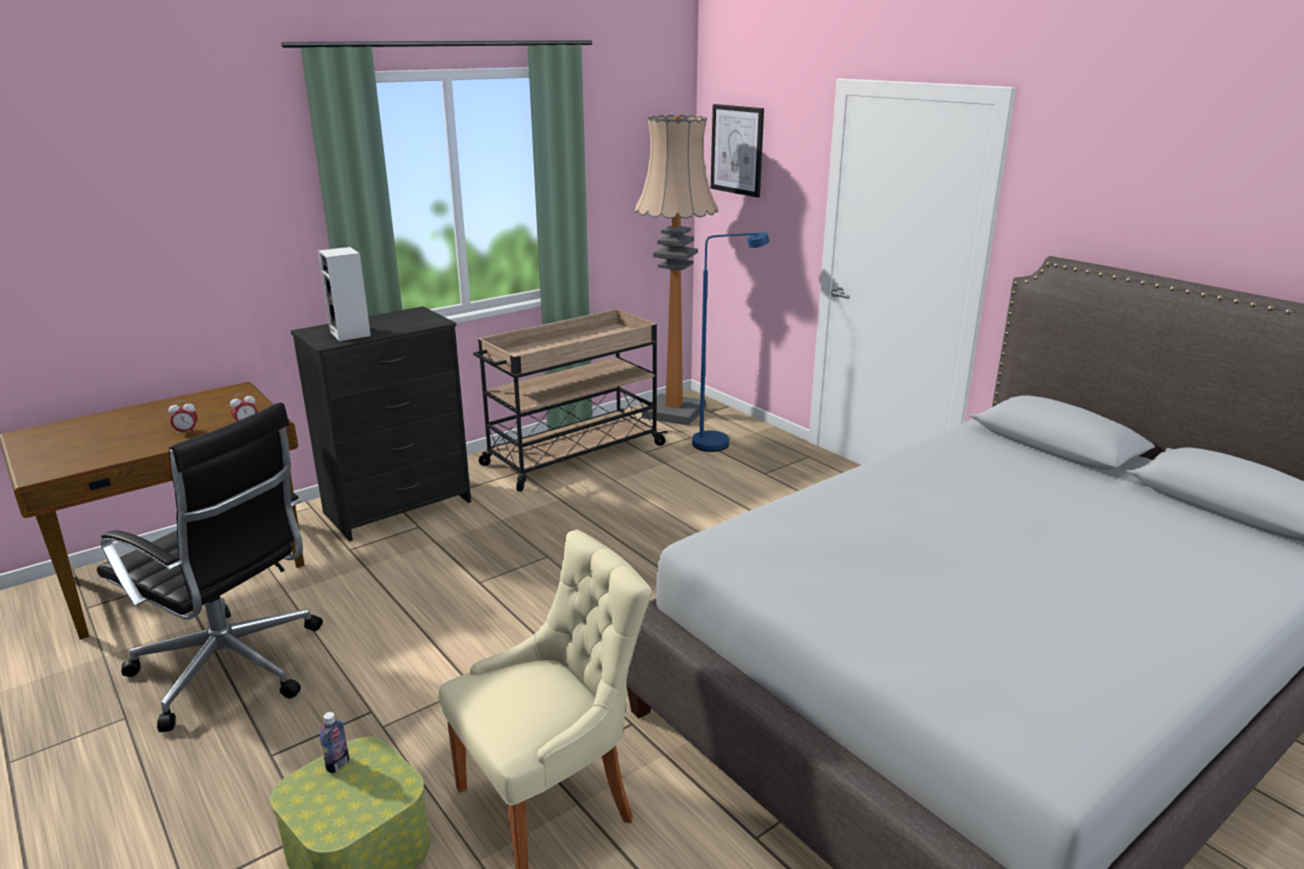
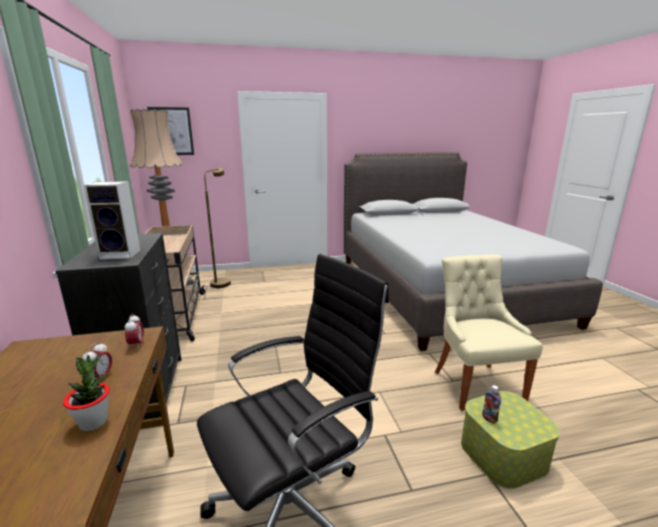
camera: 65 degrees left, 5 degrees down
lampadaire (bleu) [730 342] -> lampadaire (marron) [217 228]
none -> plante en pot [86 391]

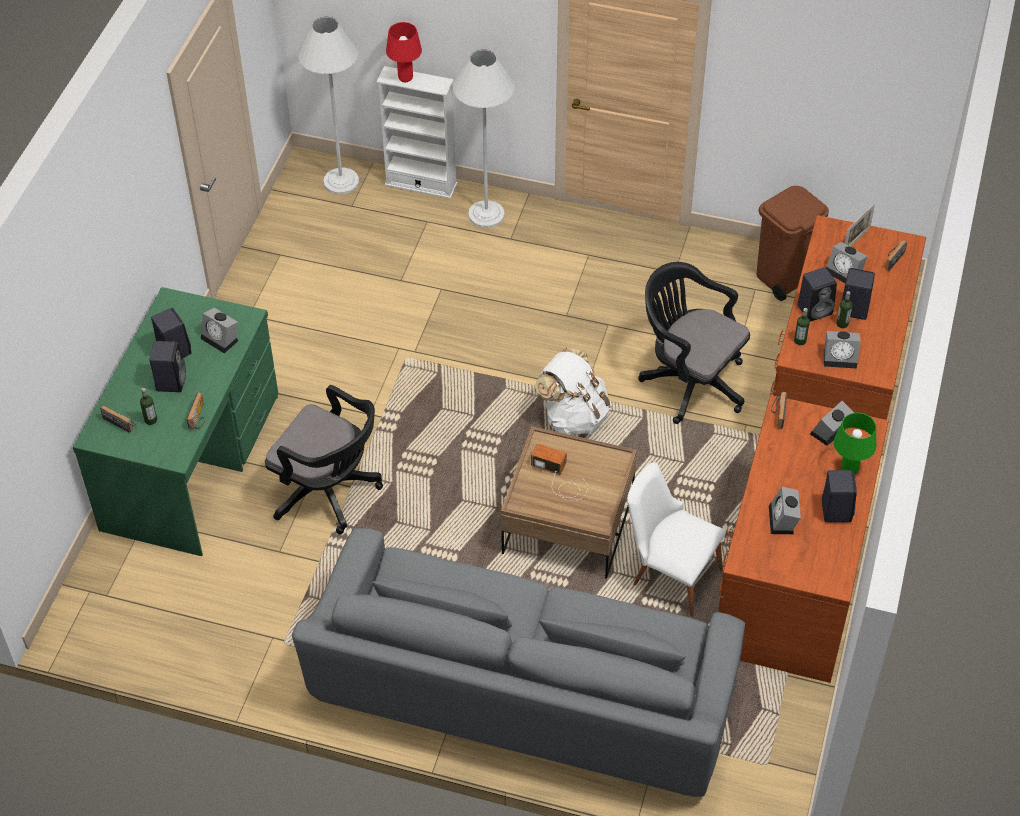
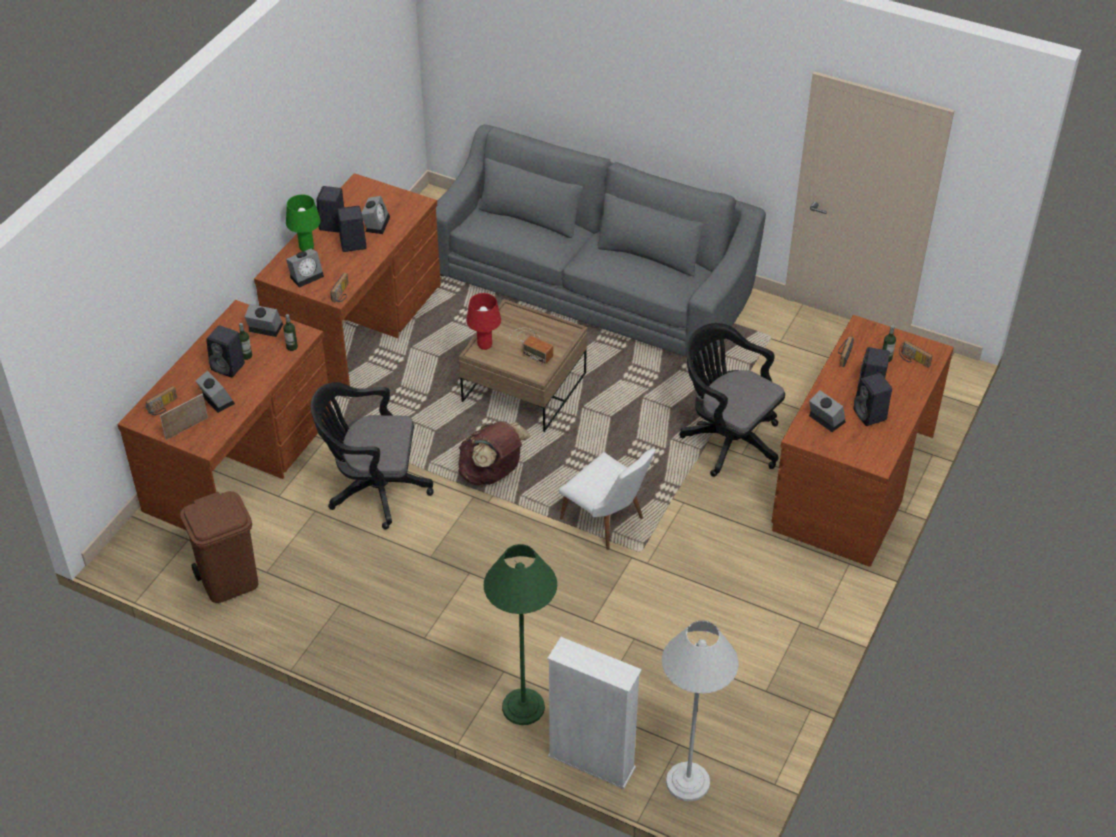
camera: 170 degrees left, 5 degrees down
lampe de table (rouge) [404 52] -> lampe de table (rouge) [483 321], move
lampadaire (blanc) [484 138] -> lampadaire (vert) [520 634]
chaise de bureau (noir) [694 343] -> chaise de bureau (noir) [372 455], 135 degrees clockwise
enceinte (noir) [817 294] -> enceinte (noir) [352 229], move
bureau (vert) [175 421] -> bureau (marron) [863 441]
sac à dos (blanc) [573 391] -> sac à dos (marron) [494 453]
chaise (blanc) [676 539] -> chaise (blanc) [607 499], move

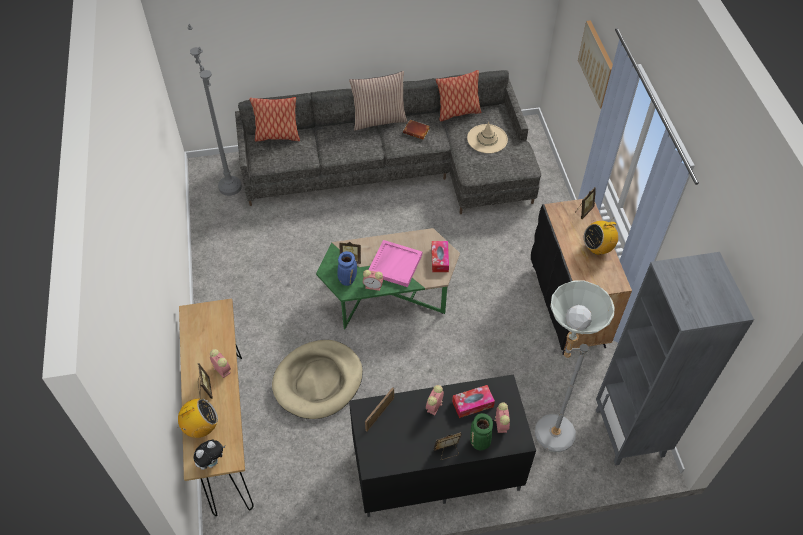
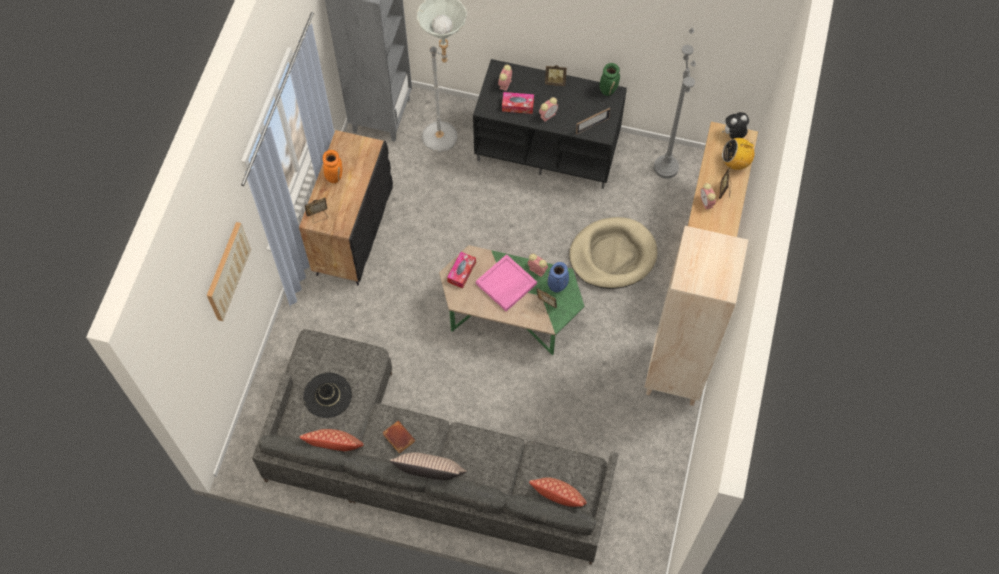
camera: 155 degrees left, 10 degrees up
lampadaire (gris) [215 110] -> lampadaire (gris) [675 103], move
chapeau (beige) [487 137] -> chapeau (noir) [327 395]
radio [601 236] -> vase (orange) [332 166]
vase (vert) [481 431] -> vase (vert) [609 79], move
none -> bibliothèque (beige) [696 316]

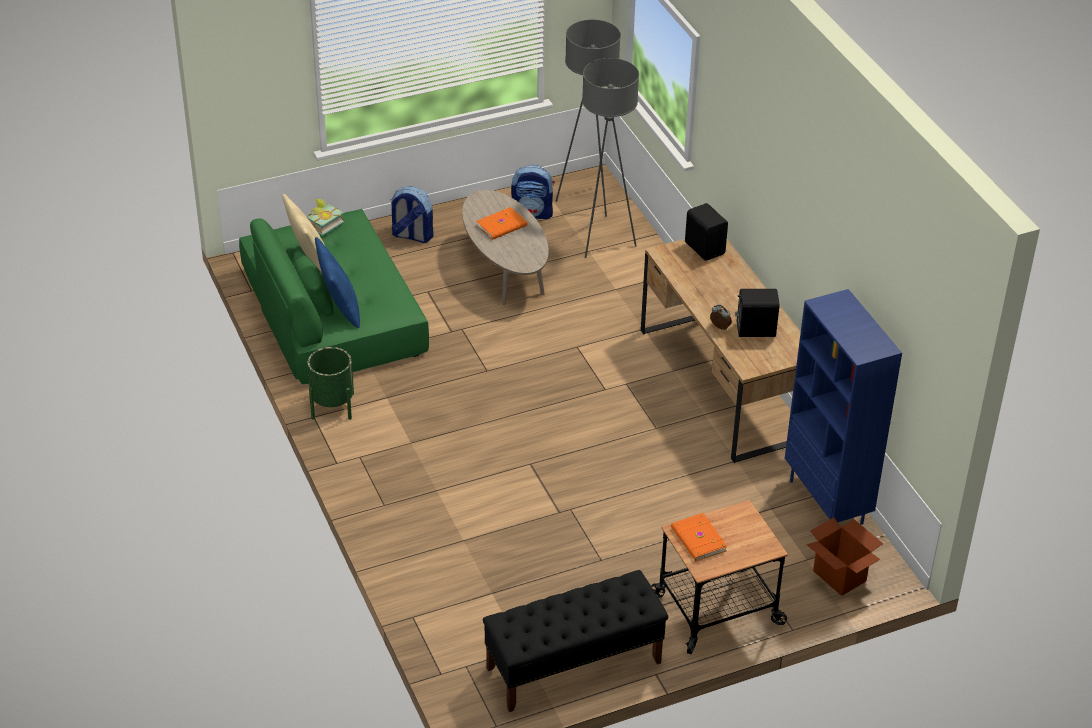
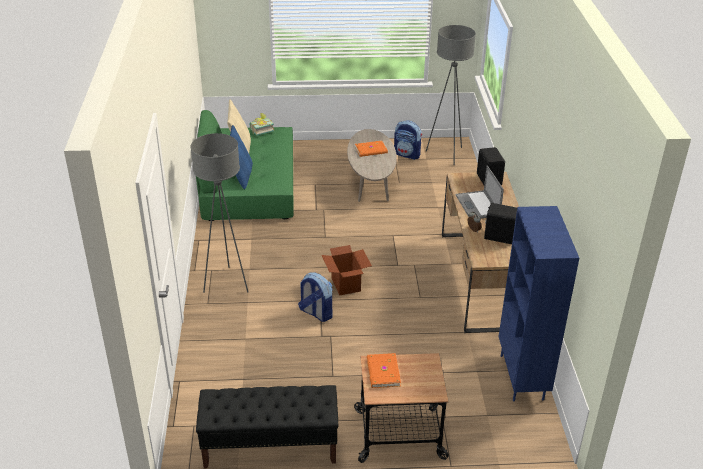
camera: 20 degrees right, 5 degrees down
lampadaire (gris) [610 158] -> lampadaire (gris) [219 213], move
sac à dos [412 214] -> sac à dos [315 297], move
cache-pot (vert) [331 383] -> none
carton [845 556] -> carton [347 270], move
none -> ordinateur portable [480 191]

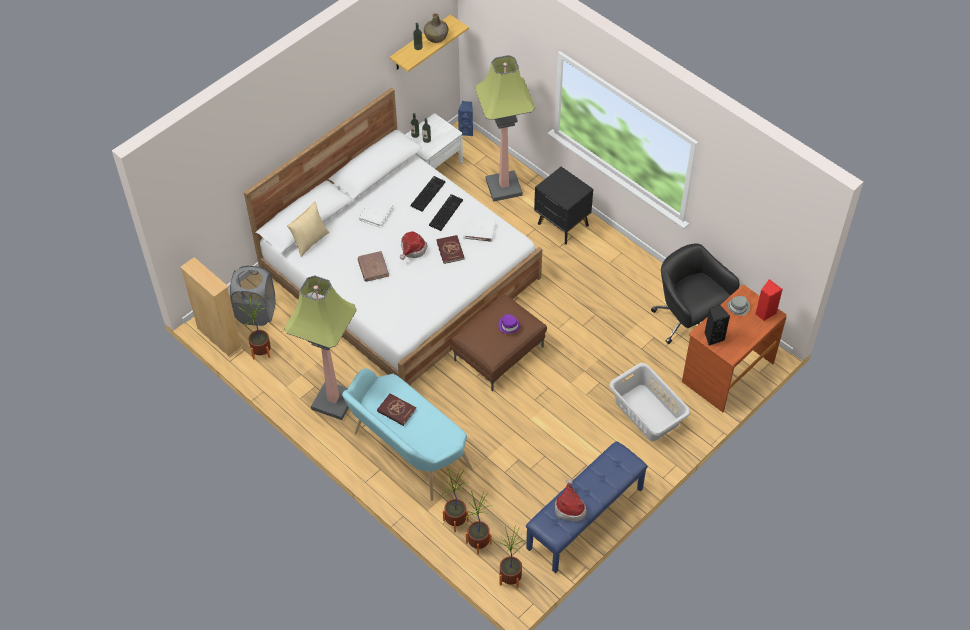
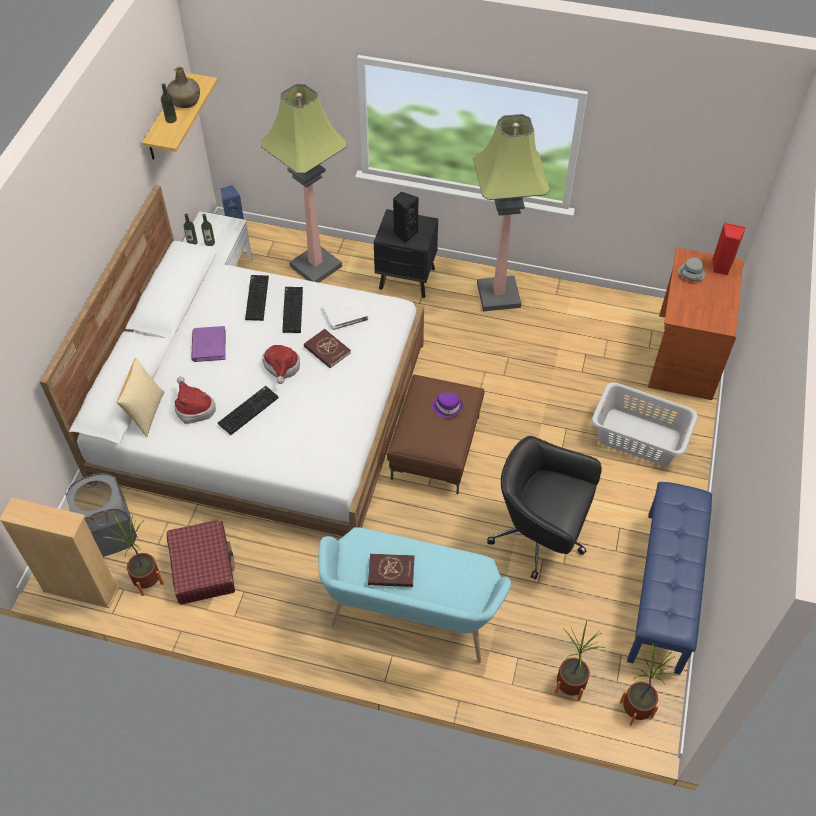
camera: 30 degrees left, 0 degrees up
livre (blanc) [376 213] -> livre (violet) [208 344]
chaise de bureau (noir) [695 294] -> chaise de bureau (noir) [544 508], move
livre (marron) [373 266] -> clavier [248 410]
lampadaire [320 347] -> lampadaire [511 212], move
enceinte (noir) [717 325] -> enceinte (noir) [406 217], move
plante en pot [455 500] -> none
chapeau [571 500] -> chapeau [195 400], move
none -> valise (rouge) [200 562]

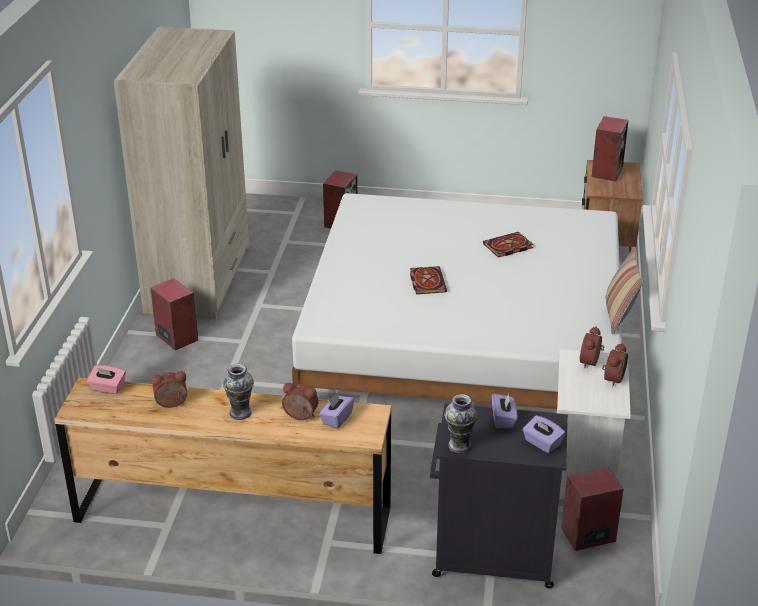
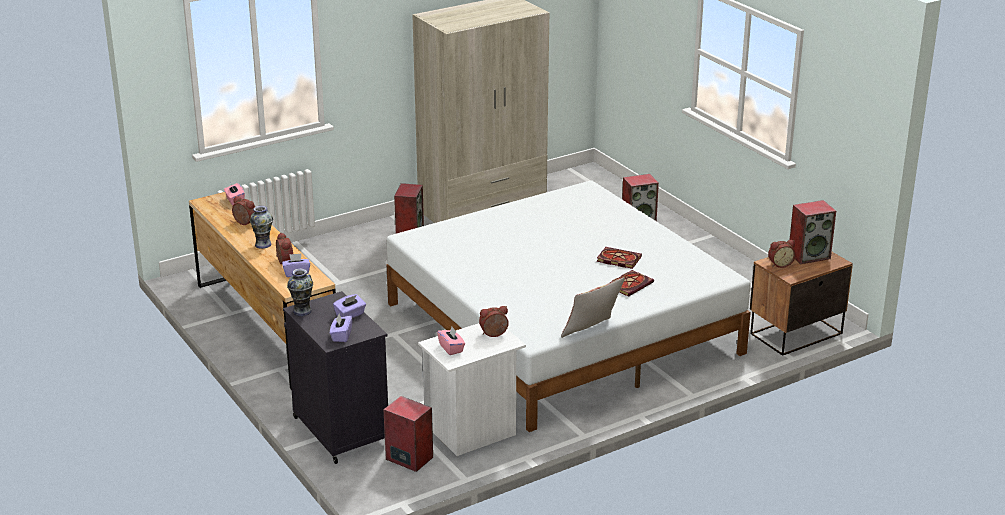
camera: 50 degrees right, 5 degrees down
livre [428 280] -> livre [632 283], move
réveil [615 364] -> réveil [782 254], move
none -> boîte à mouchoirs (rose) [451 341]

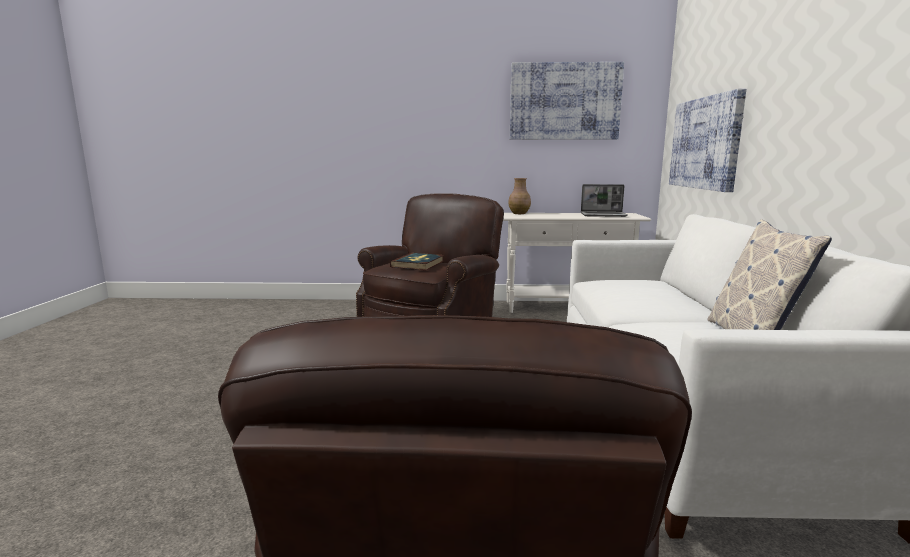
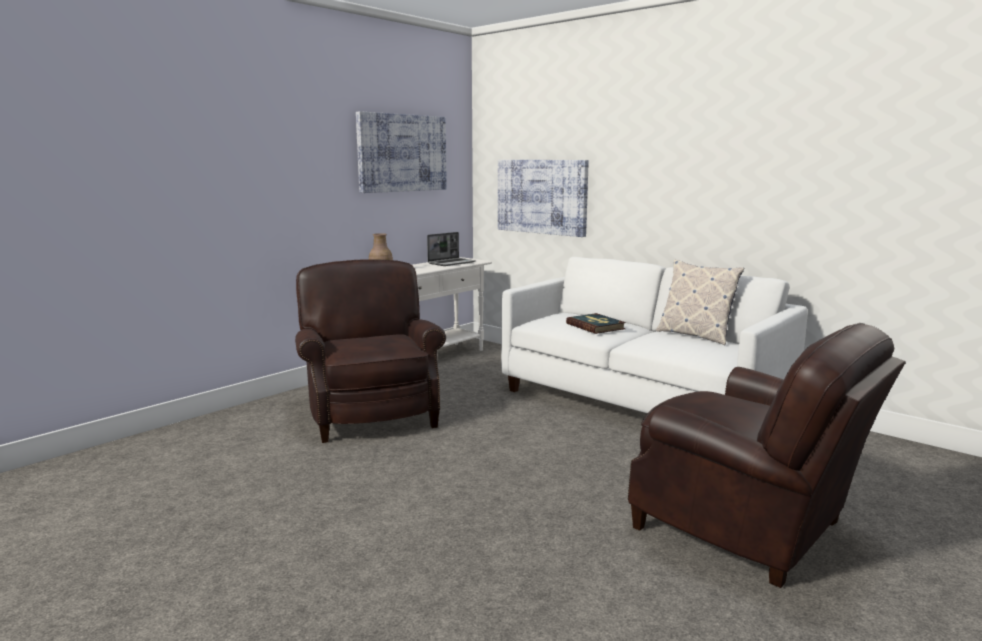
camera: 50 degrees left, 0 degrees up
livre [417 262] -> livre [596 323], move

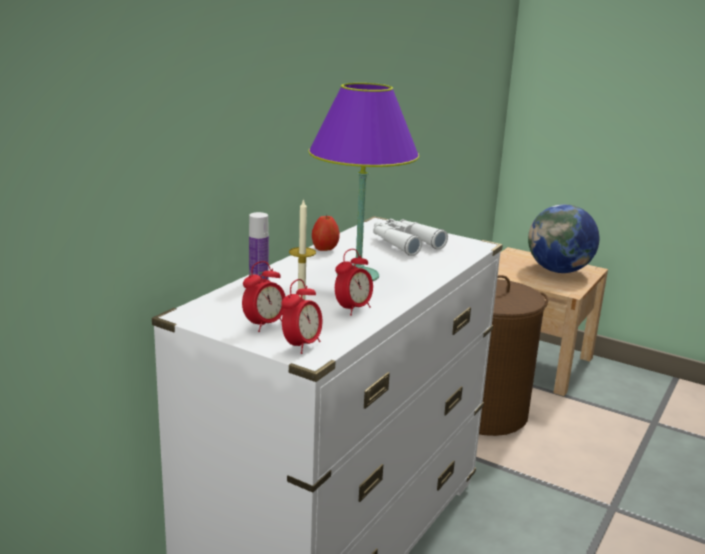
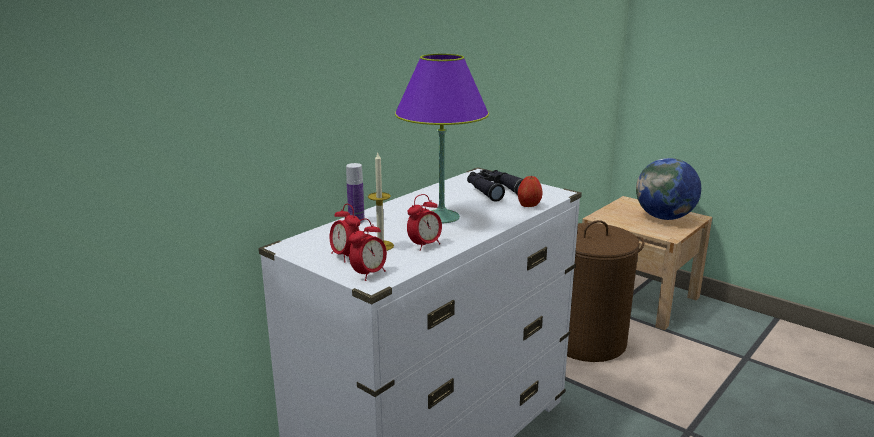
camera: 10 degrees right, 0 degrees up
pomme [326 233] -> pomme [530 191], move
jumelles (blanc) [410 237] -> jumelles (noir) [495 185]
réveil [264 296] -> réveil [345 233], 90 degrees clockwise

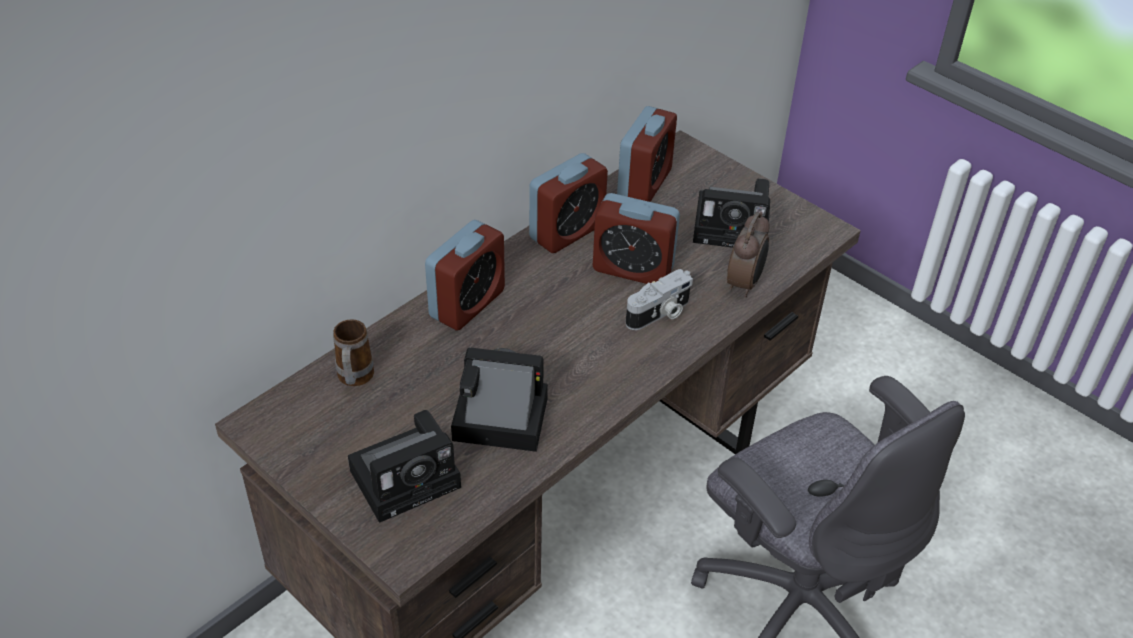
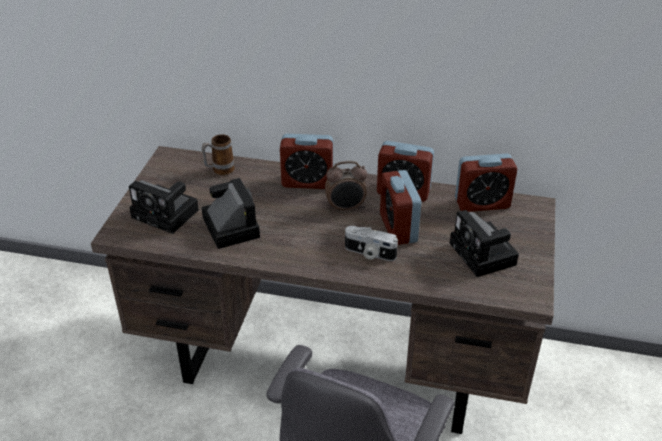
camera: 60 degrees right, 5 degrees down
réveil [748 254] -> réveil [346 186], move

